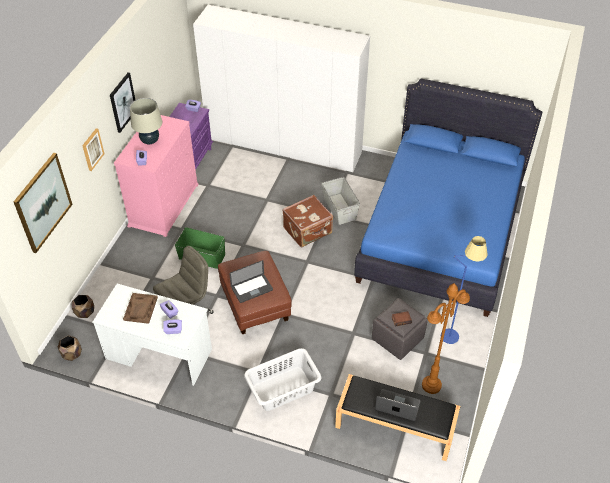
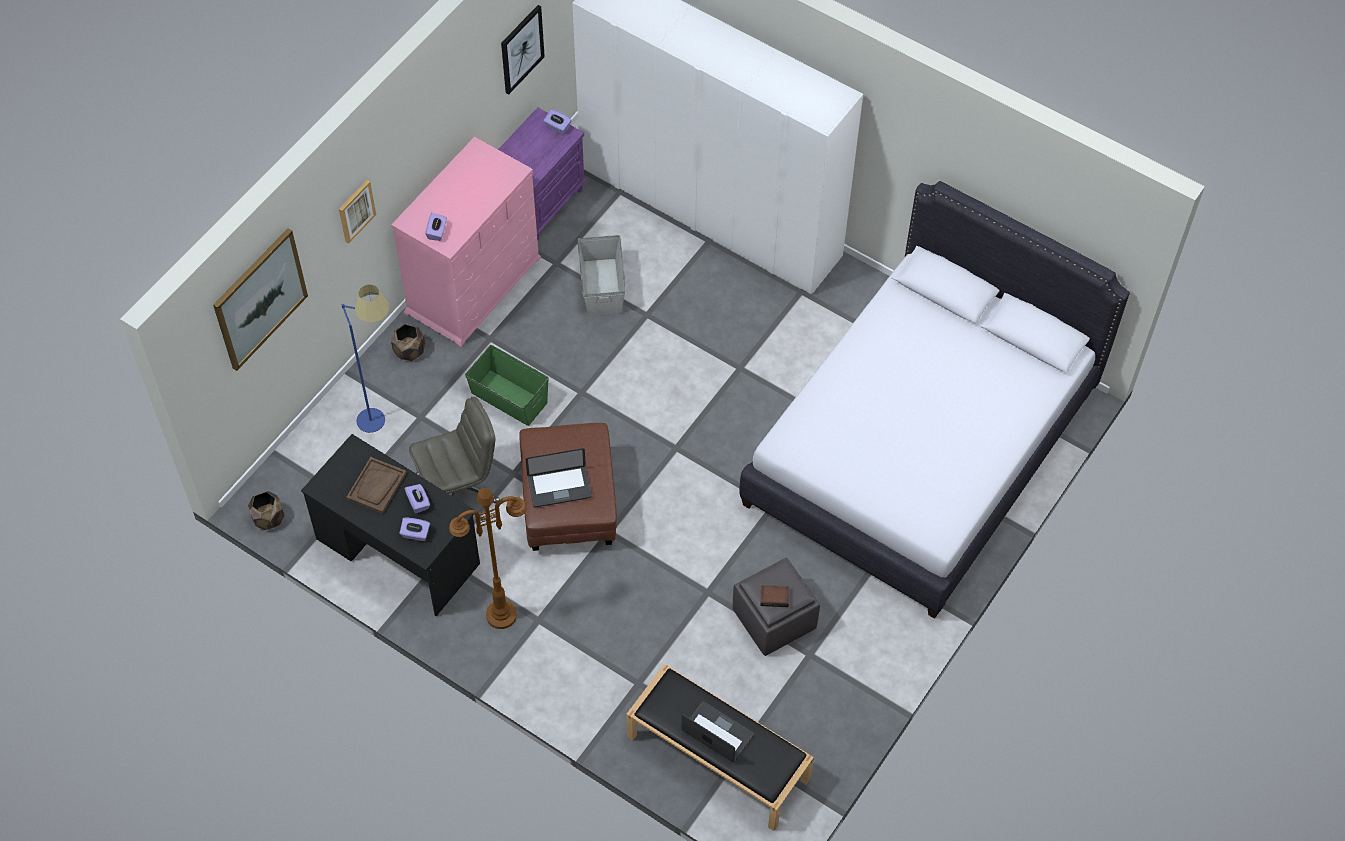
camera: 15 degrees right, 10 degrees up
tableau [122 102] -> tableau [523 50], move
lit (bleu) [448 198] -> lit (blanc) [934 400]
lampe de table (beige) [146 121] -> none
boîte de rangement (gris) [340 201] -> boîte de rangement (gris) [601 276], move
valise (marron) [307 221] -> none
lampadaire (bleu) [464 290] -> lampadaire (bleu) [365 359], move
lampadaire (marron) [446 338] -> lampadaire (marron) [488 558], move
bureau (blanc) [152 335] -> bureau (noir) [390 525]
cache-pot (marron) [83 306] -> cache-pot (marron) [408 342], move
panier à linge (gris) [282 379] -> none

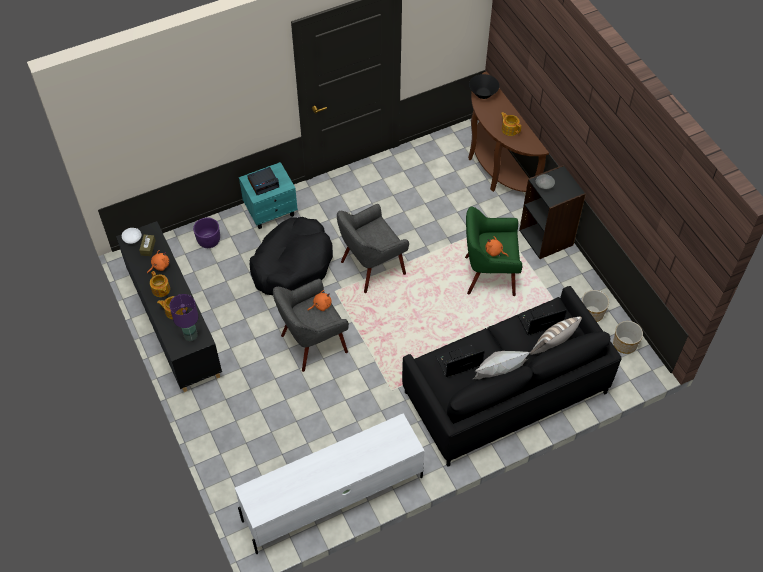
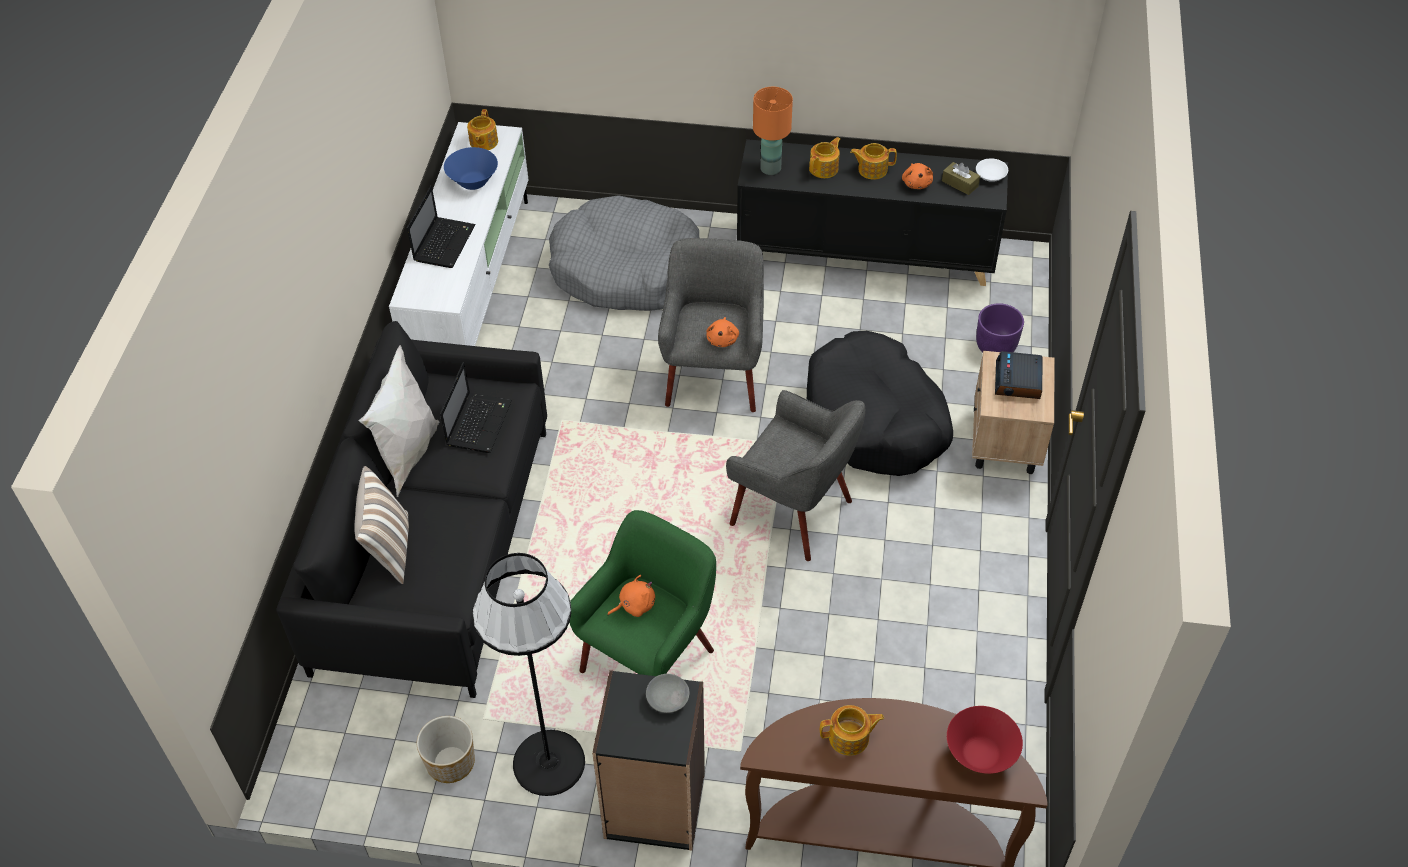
camera: 125 degrees right, 5 degrees down
bol (noir) [484 86] -> bol (rouge) [985 740]
table de chevet (turquoise) [268 195] -> table de chevet (beige) [1013 412]
fauteuil (gris) [373 248] -> fauteuil (gris) [795 475], 120 degrees clockwise
lampe de table (violet) [184 317] -> lampe de table (orange) [773 131]
ordinateur portable [542 319] -> ordinateur portable [441 227], move
cache-pot [628 337] -> none
none -> théière [482 129]
none -> bol (bleu) [471 168]
none -> panier pour chien (gris) [624 253]
none -> lampadaire (noir) [528 674]

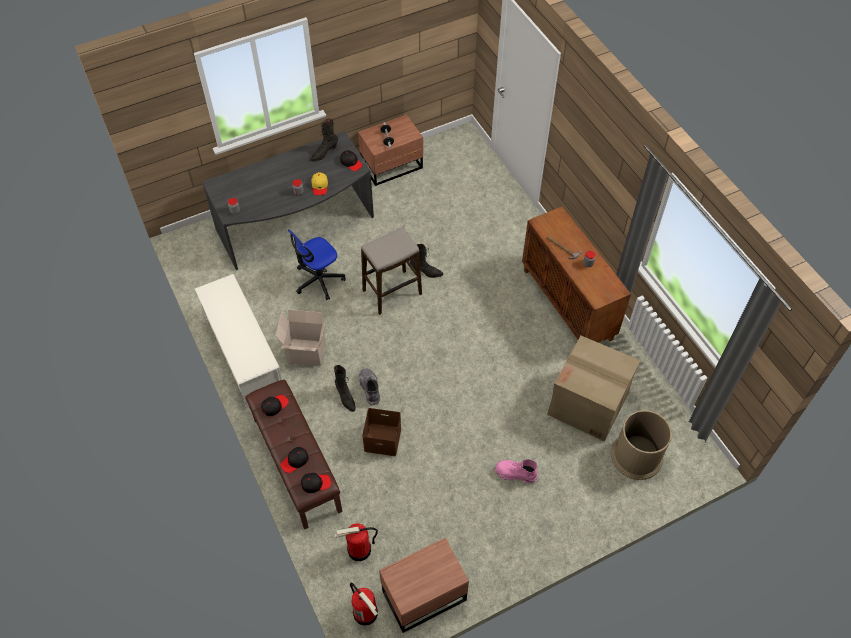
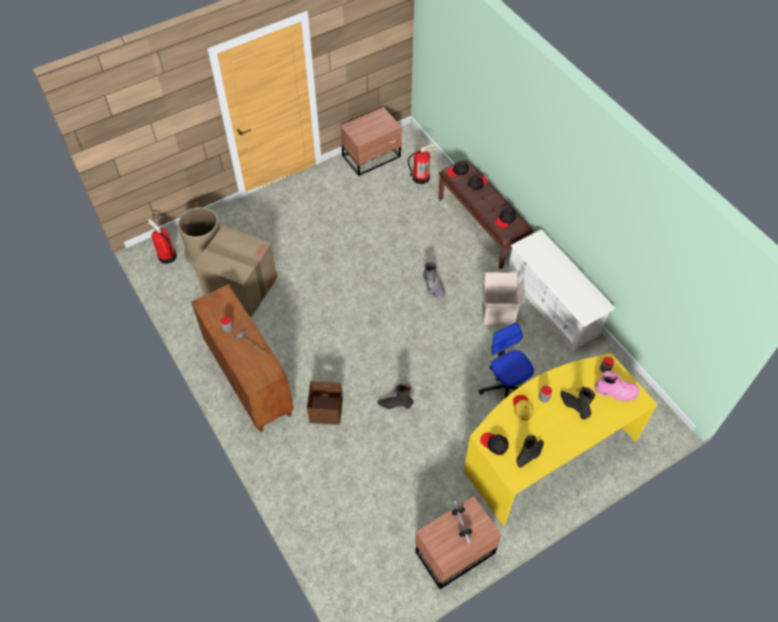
camera: 175 degrees right, 0 degrees up
bureau (gris) [288 200] -> bureau (jaune) [561 439]
tabouret [391 271] -> none
chaise de bureau [317 265] -> chaise de bureau [506 360], 75 degrees counterclockwise
botte (noir) [345 388] -> botte (noir) [577 403], move
boîte de rangement (marron) [381 432] -> boîte de rangement (marron) [325 403], move
botte (rose) [516 471] -> botte (rose) [617 386], move
extincteur [364 604] -> extincteur [162 241], move

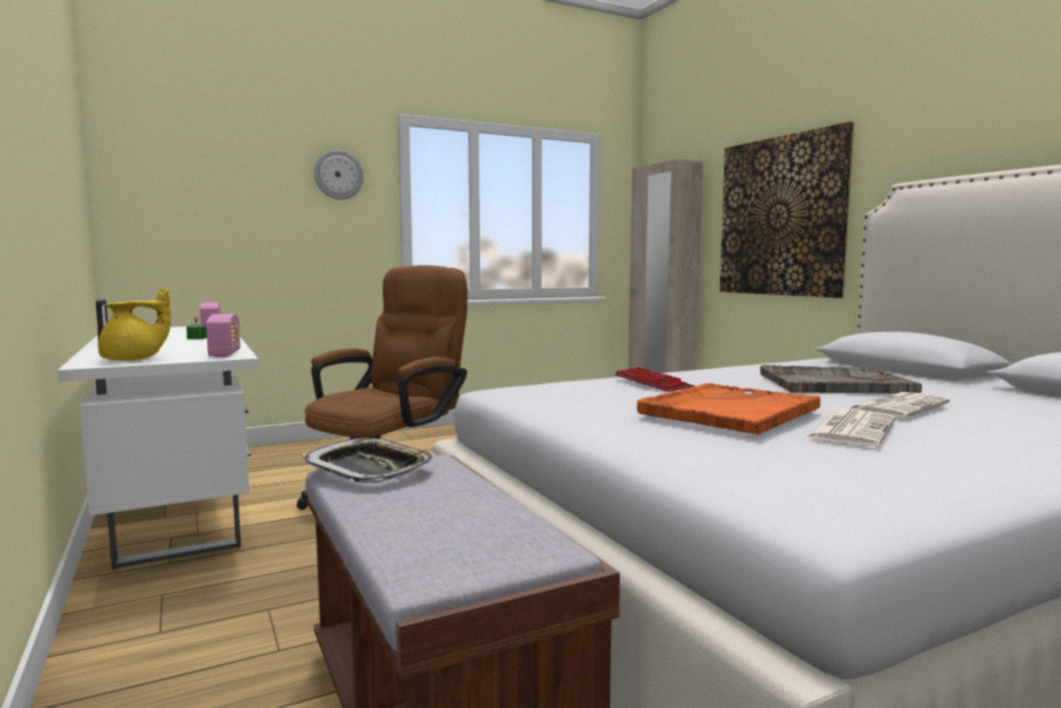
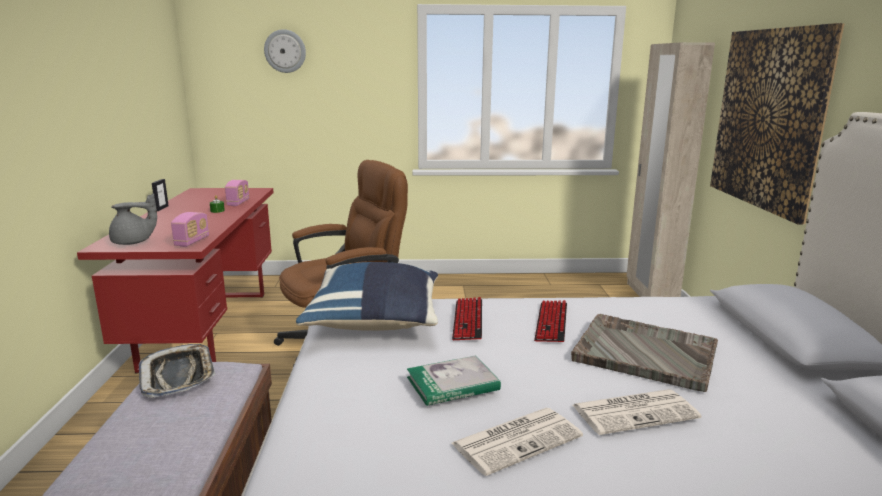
camera: 25 degrees right, 10 degrees up
horloge murale [339 175] -> horloge murale [285 51], move
théière (jaune) [134 324] -> théière (gris) [133 219]
bureau (blanc) [158 448] -> bureau (rouge) [175 280]
plateau (orange) [729 409] -> livre [454 380]
none -> coussin (bleu) [367 296]
none -> clavier [550 321]

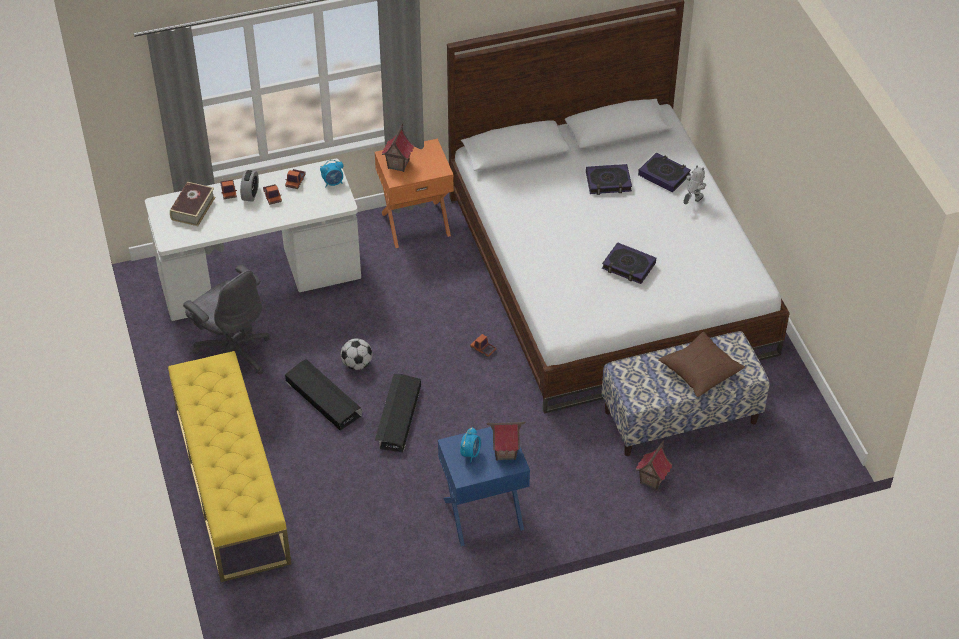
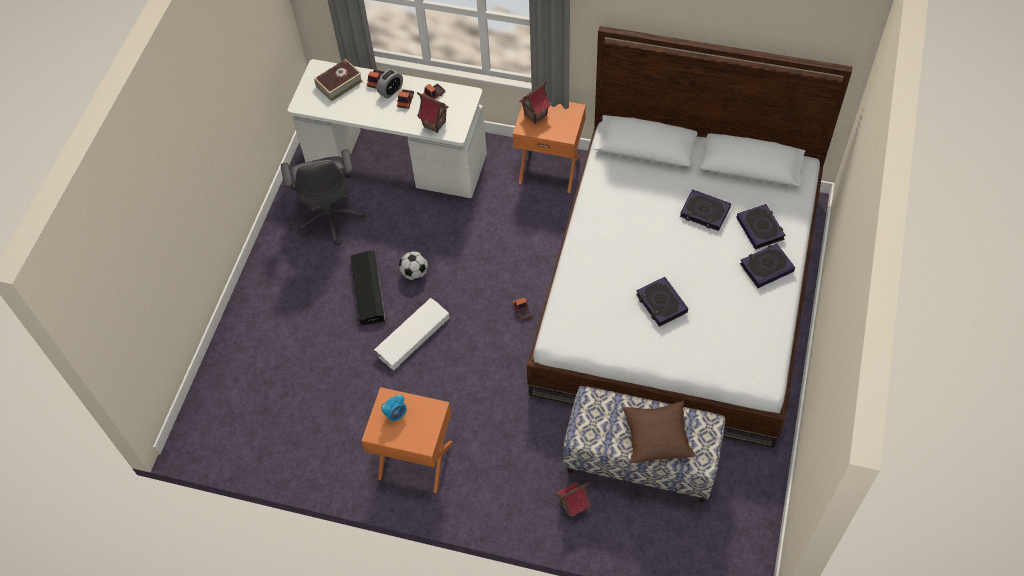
camera: 35 degrees right, 10 degrees up
réveil [331 174] -> none
robot jouet [694 184] -> livre [767 265]
banc (jaune) [230 466] -> none
boîte de rangement (noir) [398 413] -> boîte de rangement (blanc) [412 334]
table de chevet (bleu) [484 484] -> table de chevet (orange) [407 440]
maison miniature [506 441] -> maison miniature [433 112], move

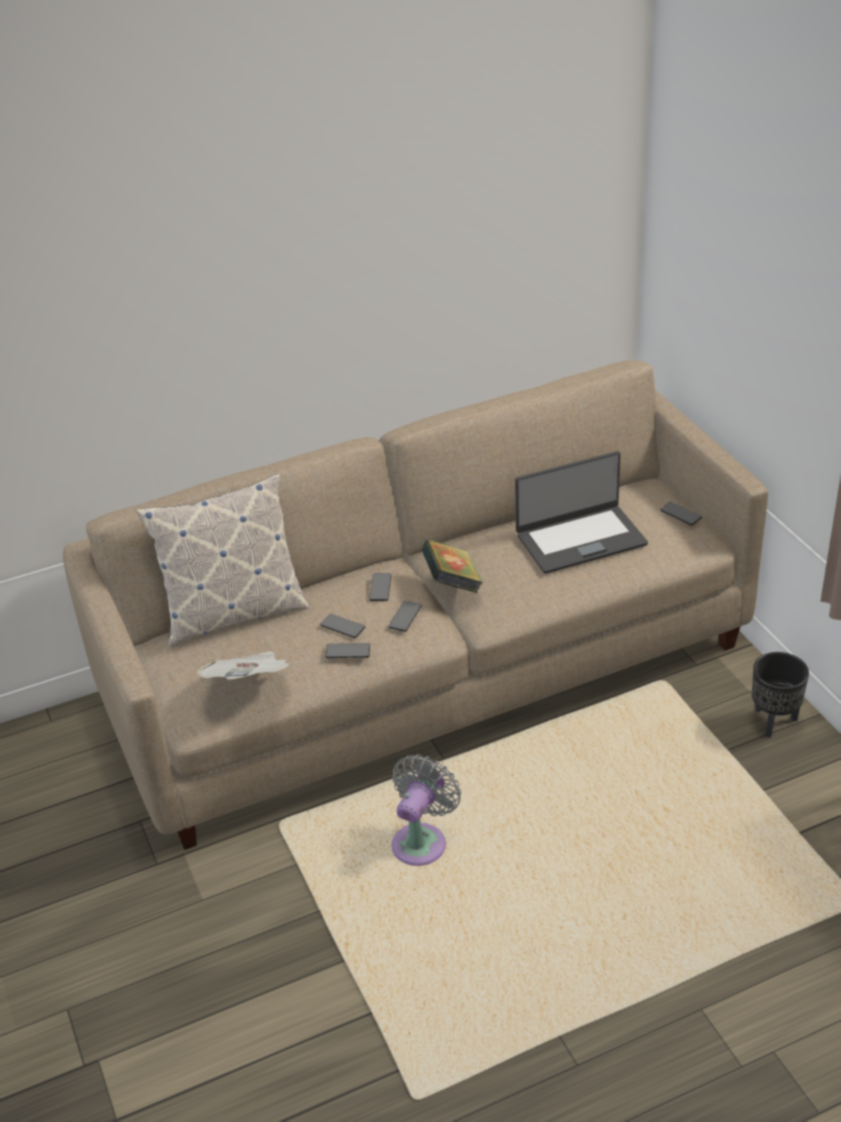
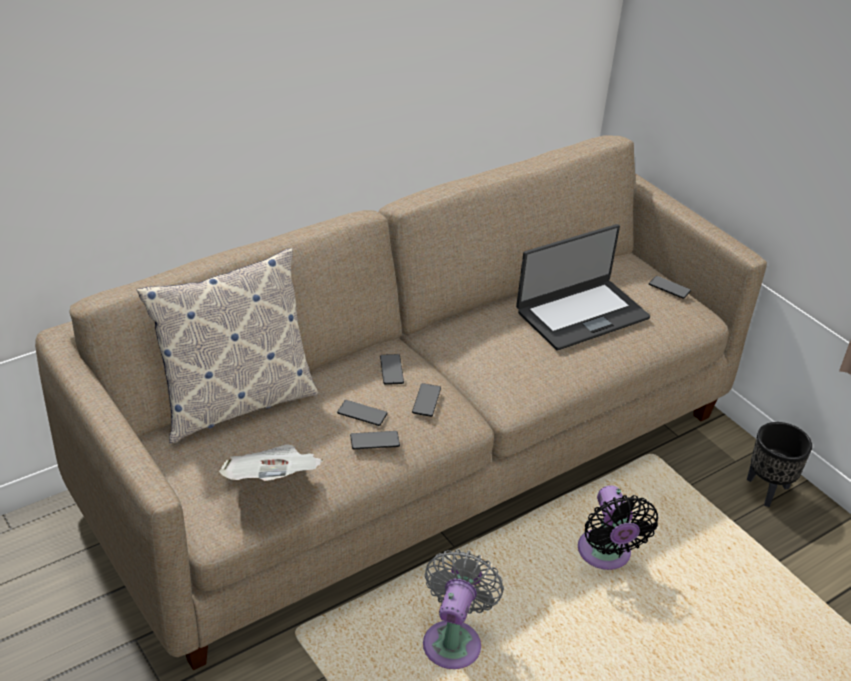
camera: 15 degrees left, 0 degrees up
livre [452 566] -> none
none -> ventilateur (noir) [618 527]

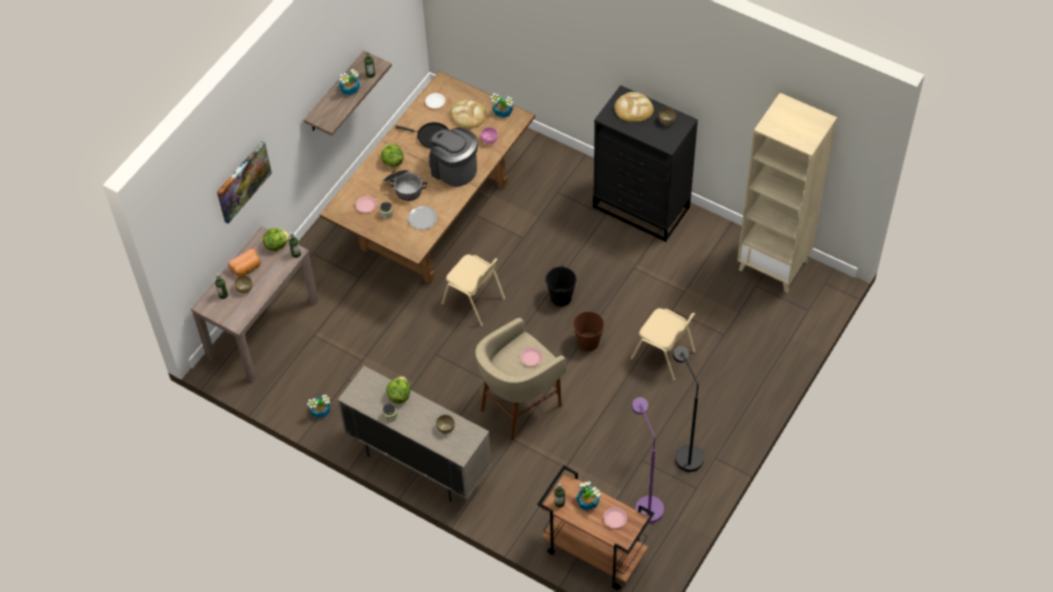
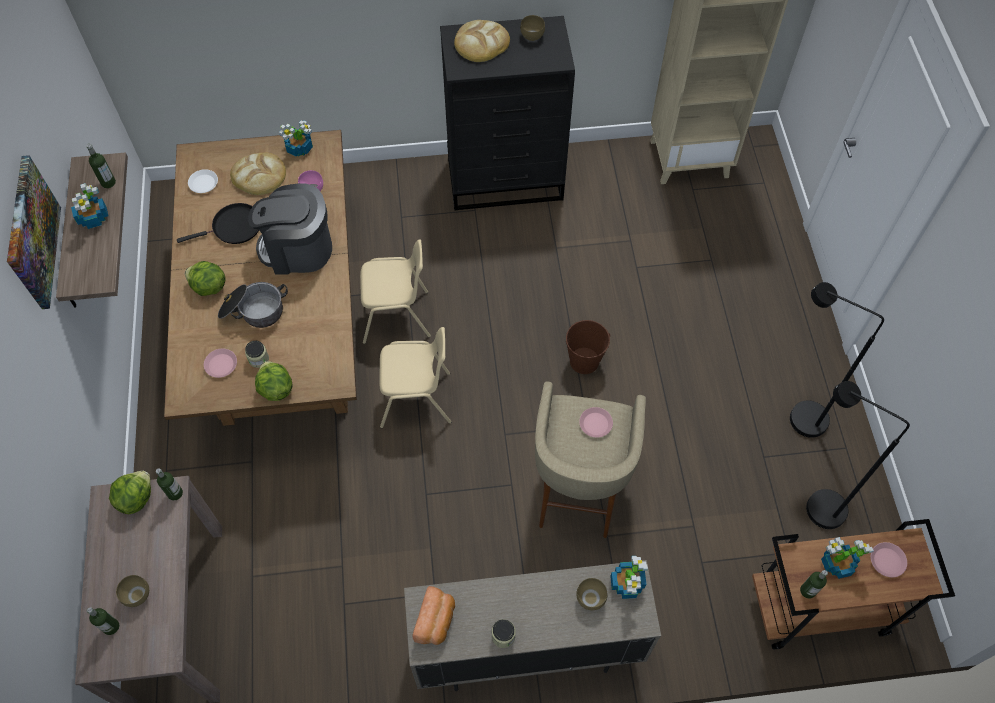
camera: 40 degrees left, 5 degrees up
tableau [244 182] -> tableau [34 232], move
assiette [423 218] -> none
pain [244 263] -> pain [434 615], move
seau (noir) [561 286] -> none
chaise (beige) [663 344] -> chaise (beige) [395 292], move
laitue [398 390] -> laitue [274 381], move
plante en pot [318 406] -> plante en pot [629 577], move
lampadaire (violet) [648 460] -> lampadaire (noir) [858 455]

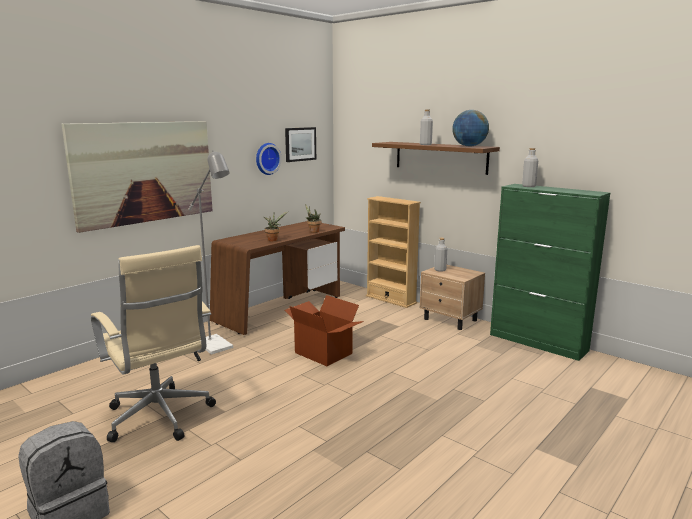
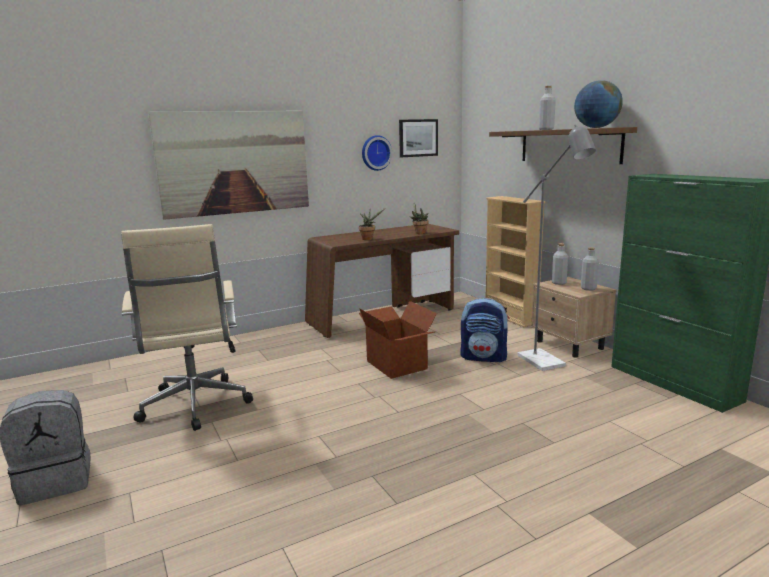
camera: 20 degrees right, 0 degrees up
bouteille (gris) [530 167] -> bouteille (gris) [590 269], move
lampadaire (gris) [210 252] -> lampadaire (gris) [557 248], move
none -> sac à dos [484 330]

